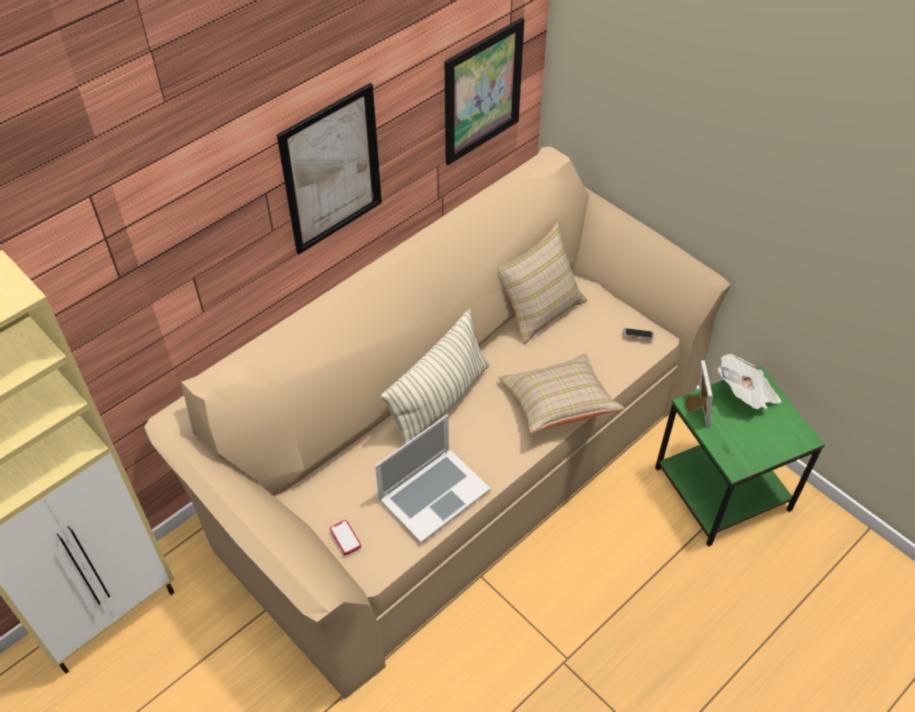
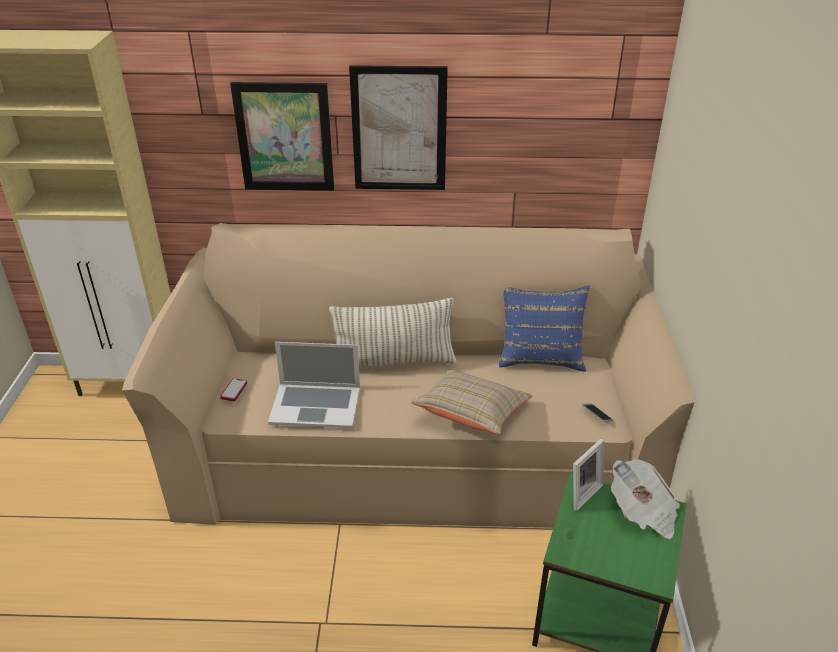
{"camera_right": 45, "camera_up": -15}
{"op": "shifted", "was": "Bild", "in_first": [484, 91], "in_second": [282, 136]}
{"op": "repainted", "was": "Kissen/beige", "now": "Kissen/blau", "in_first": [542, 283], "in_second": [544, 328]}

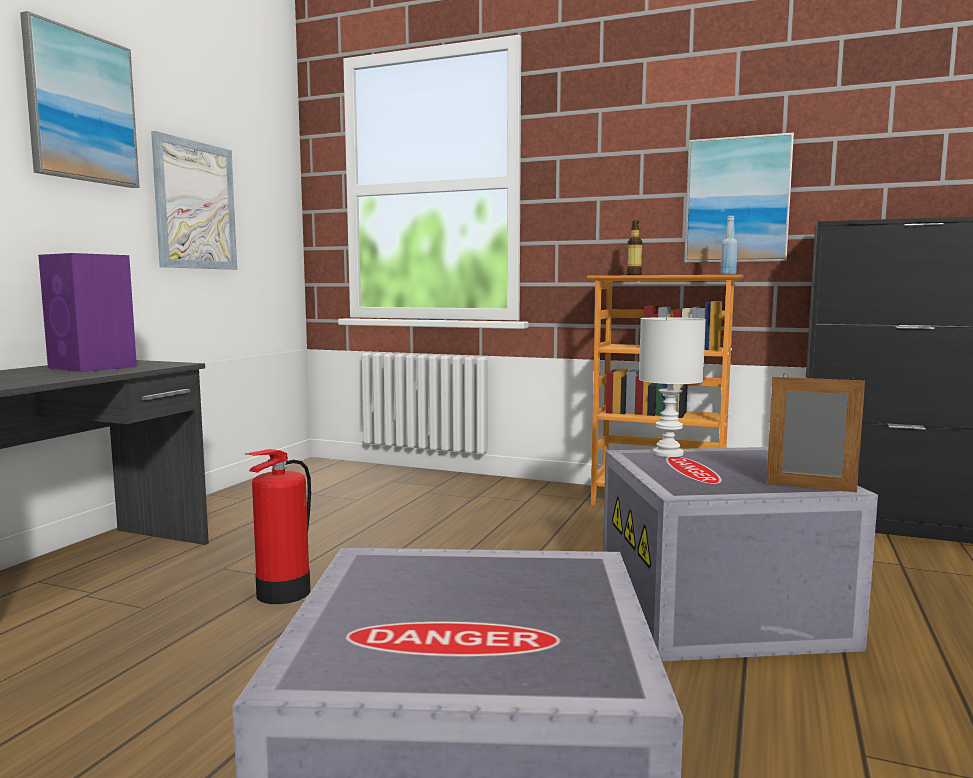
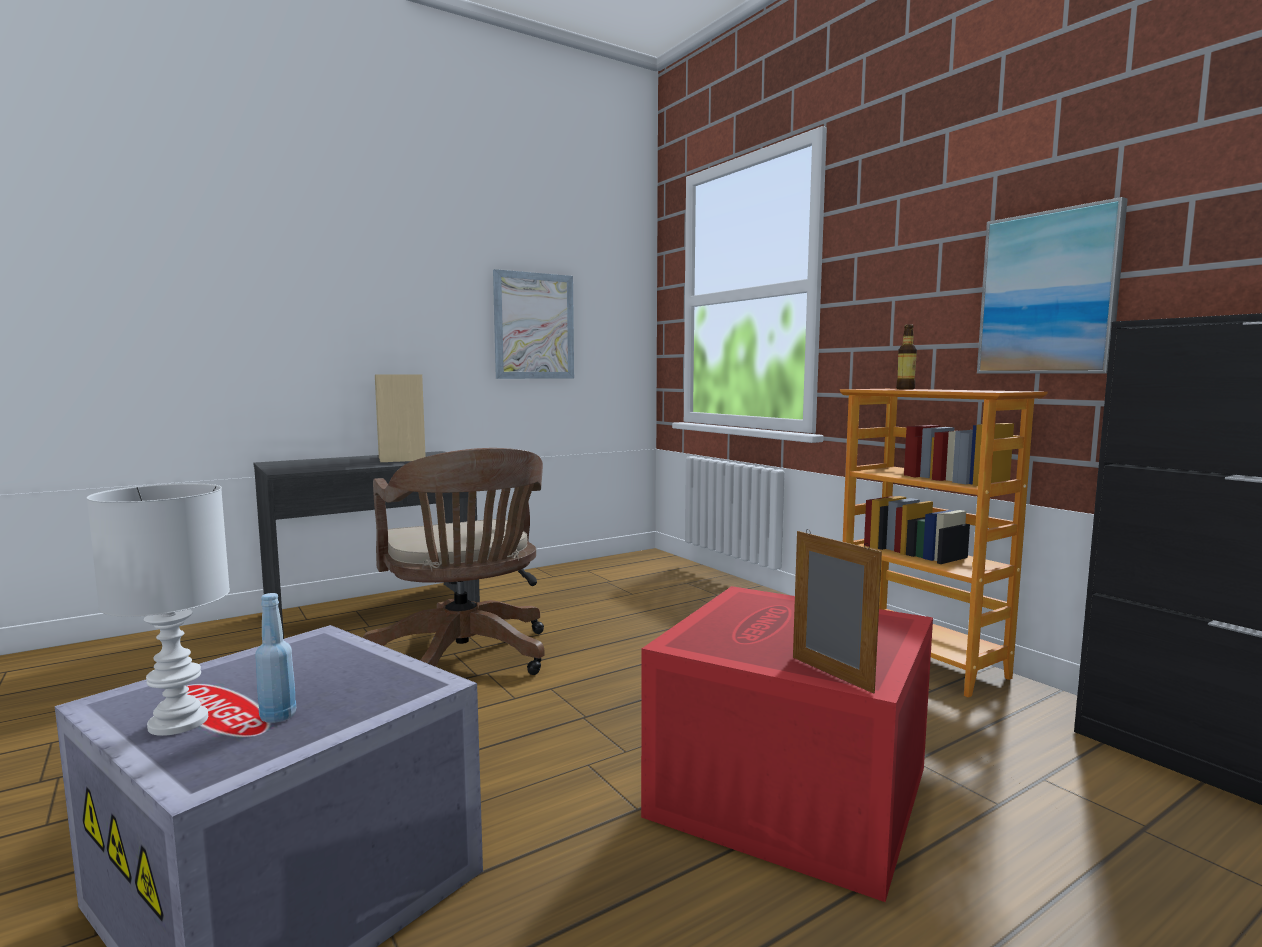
{"camera_right": 35, "camera_up": 0}
{"op": "gone", "was": "Bild", "in_first": [80, 99]}
{"op": "repainted", "was": "Lautsprecher/lila", "now": "Lautsprecher/beige", "in_first": [87, 312], "in_second": [400, 418]}
{"op": "swapped", "was": "Feuerlöscher", "now": "Bürostuhl/braun", "in_first": [278, 526], "in_second": [454, 561]}
{"op": "repainted", "was": "Aufbewahrungsbox/grau", "now": "Aufbewahrungsbox/rot", "in_first": [740, 554], "in_second": [787, 744]}
{"op": "shifted", "was": "Tischlampe/weiß", "in_first": [672, 387], "in_second": [158, 609]}
{"op": "shifted", "was": "Flasche/blau", "in_first": [729, 245], "in_second": [275, 658]}

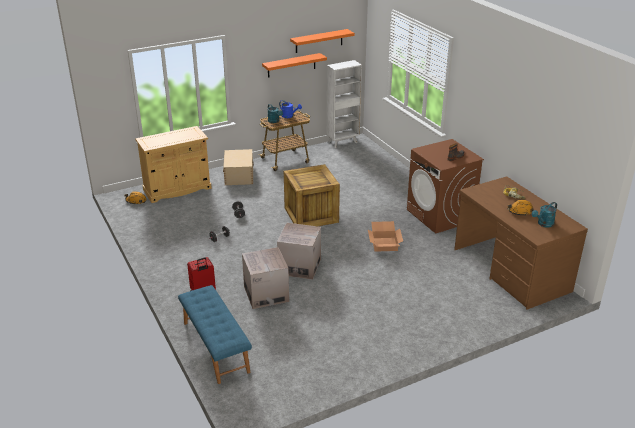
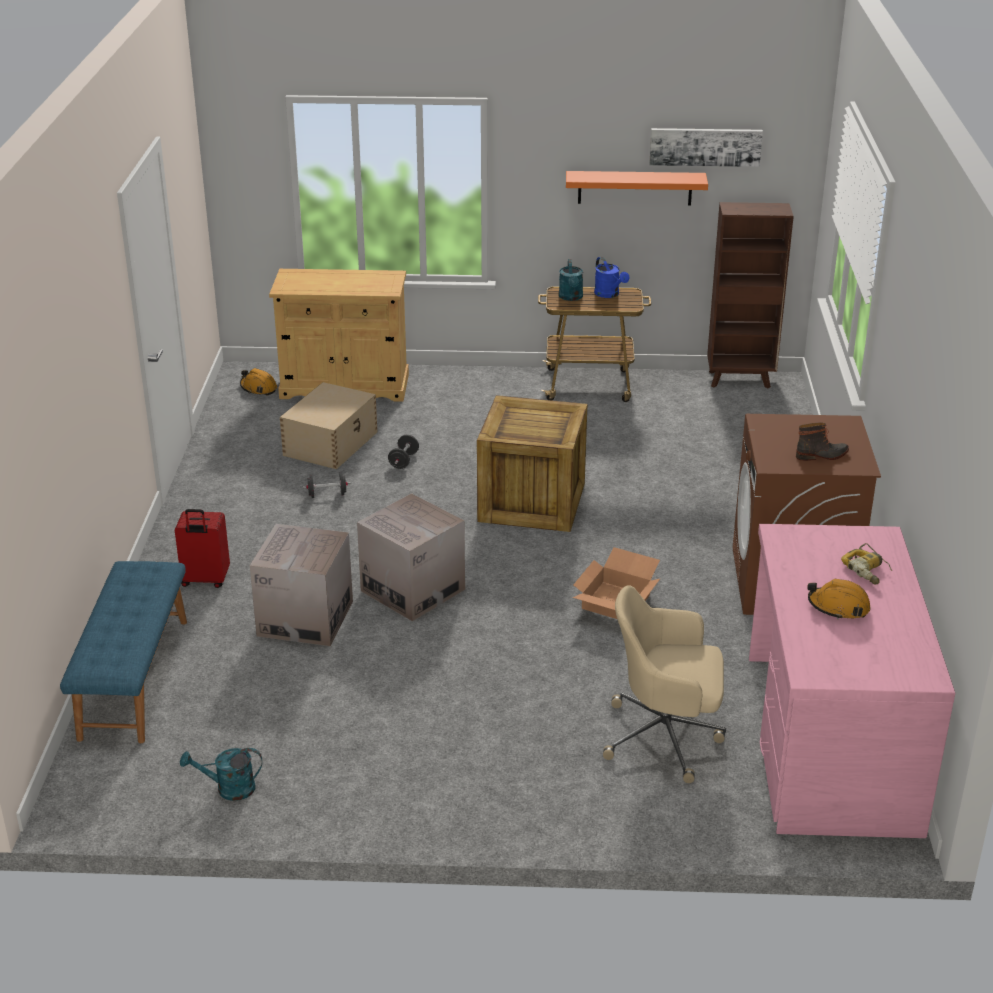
{"camera_right": 30, "camera_up": 0}
{"op": "shifted", "was": "Aufbewahrungsbox/beige", "in_first": [238, 167], "in_second": [329, 425]}
{"op": "swapped", "was": "Wandregal/orange", "now": "Bild", "in_first": [322, 41], "in_second": [706, 147]}
{"op": "repainted", "was": "Bücherregal/weiß", "now": "Bücherregal/braun", "in_first": [344, 104], "in_second": [750, 295]}
{"op": "repainted", "was": "Schreibtisch/braun", "now": "Schreibtisch/rosa", "in_first": [521, 243], "in_second": [852, 681]}
{"op": "shifted", "was": "Gießkanne/türkis", "in_first": [544, 215], "in_second": [221, 774]}
{"op": "new", "now": "Bürostuhl/beige", "in_second": [664, 684]}

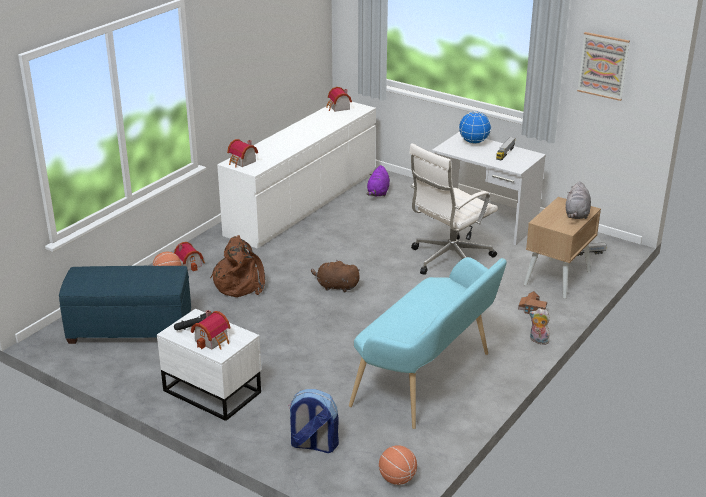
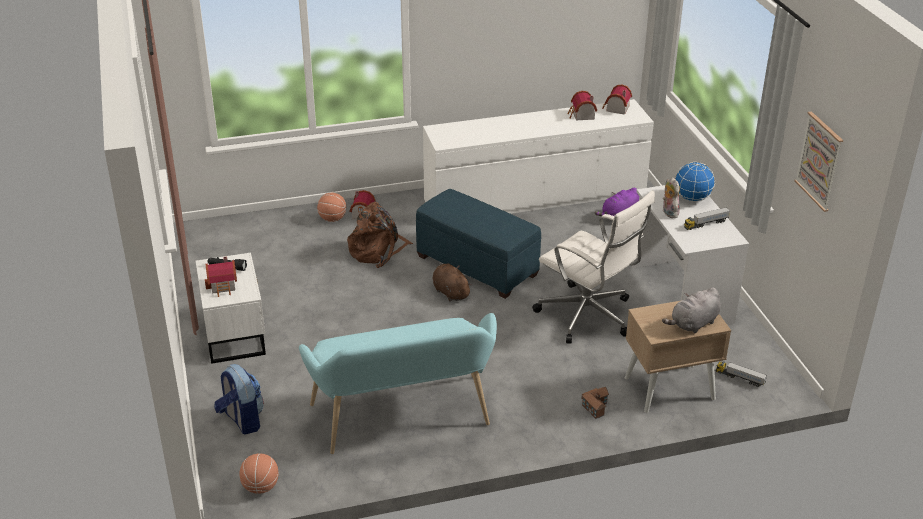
{"camera_right": 40, "camera_up": 5}
{"op": "shifted", "was": "Polsterhocker/blau", "in_first": [125, 305], "in_second": [479, 244]}
{"op": "shifted", "was": "Spielzeughaus", "in_first": [242, 153], "in_second": [582, 105]}
{"op": "rotated", "was": "Bürostuhl/weiß", "in_first": [453, 209], "in_second": [593, 267], "clockwise": -135}
{"op": "shifted", "was": "Plüschtier", "in_first": [539, 326], "in_second": [671, 197]}

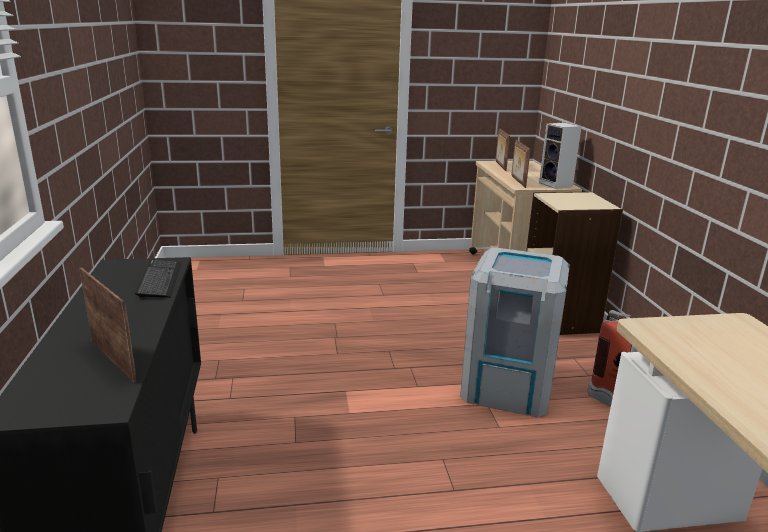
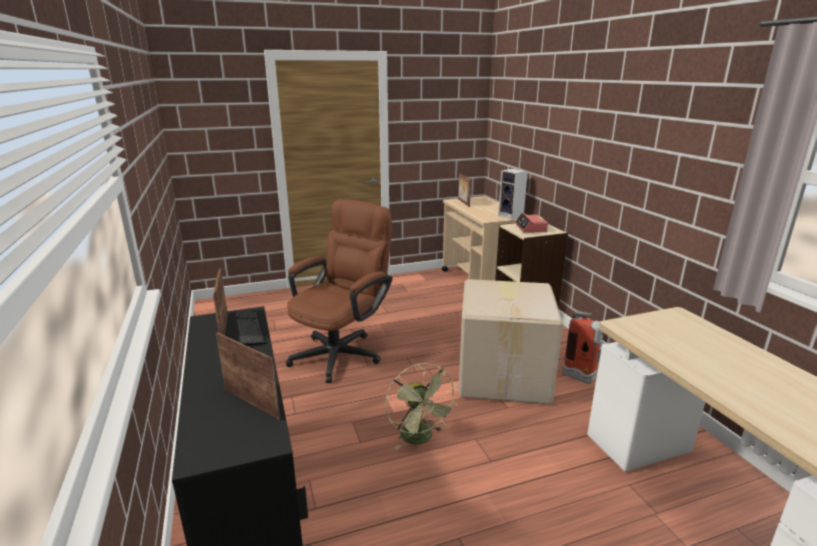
{"camera_right": -10, "camera_up": 0}
{"op": "swapped", "was": "Mülleimer/grau", "now": "Karton", "in_first": [515, 332], "in_second": [510, 341]}
{"op": "shifted", "was": "Bilderrahmen", "in_first": [521, 164], "in_second": [220, 301]}
{"op": "new", "now": "Bürostuhl/braun", "in_second": [339, 291]}
{"op": "new", "now": "Ventilator/grün", "in_second": [421, 406]}
{"op": "new", "now": "Wecker", "in_second": [531, 223]}

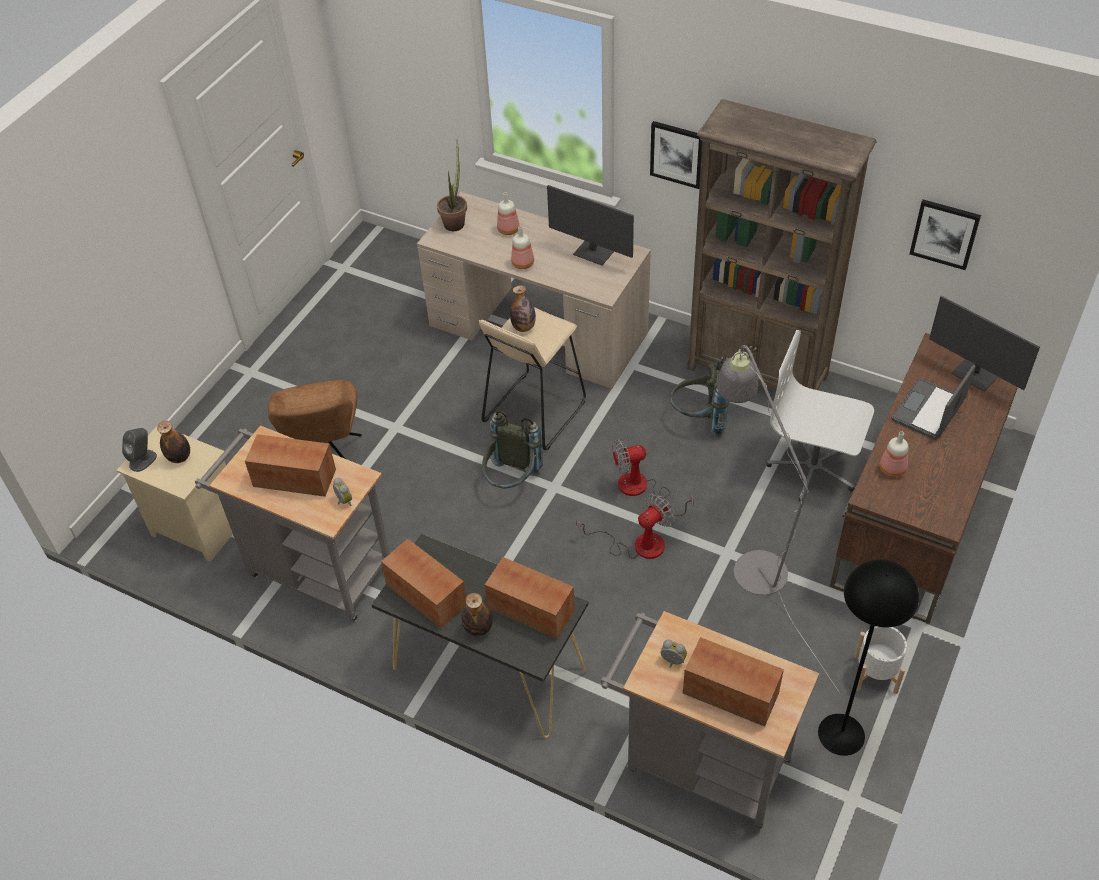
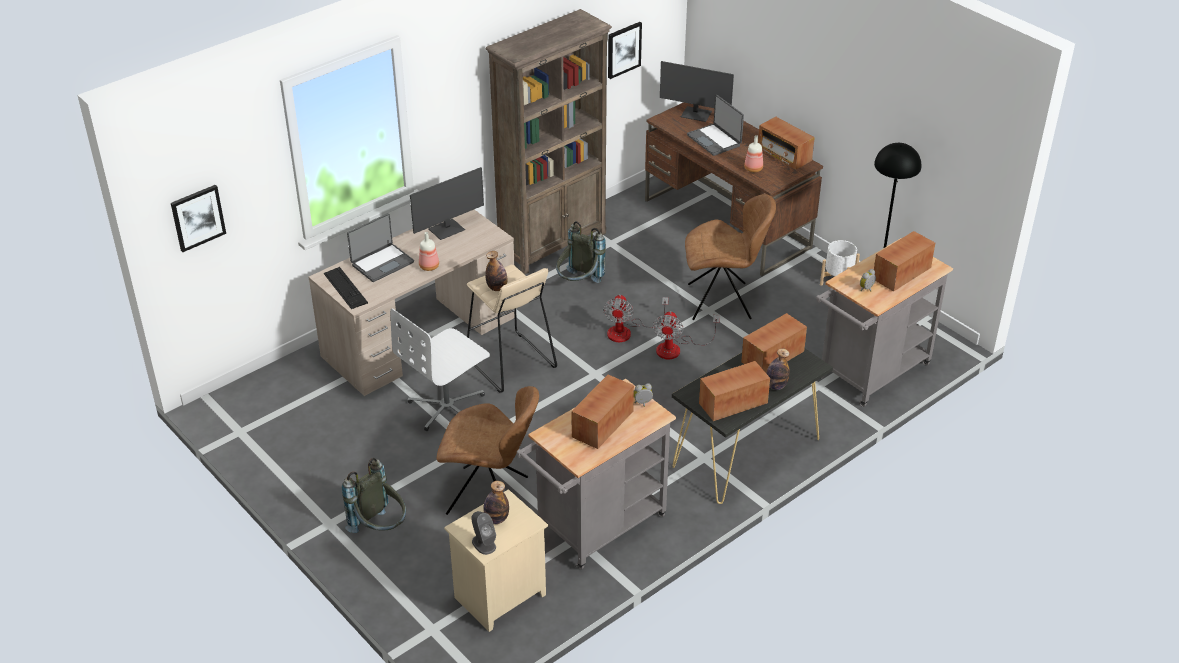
{"camera_right": -70, "camera_up": -10}
{"op": "swapped", "was": "Topfpflanze", "now": "Tastatur", "in_first": [452, 186], "in_second": [346, 288]}
{"op": "shifted", "was": "Rucksack/grau", "in_first": [512, 450], "in_second": [374, 495]}
{"op": "swapped", "was": "Flasche", "now": "Laptop", "in_first": [508, 213], "in_second": [380, 247]}
{"op": "rotated", "was": "Ventilator", "in_first": [625, 526], "in_second": [686, 335], "clockwise": -150}
{"op": "shifted", "was": "Bild", "in_first": [676, 155], "in_second": [198, 218]}
{"op": "swapped", "was": "Stehlampe/grau", "now": "Stuhl/braun", "in_first": [778, 519], "in_second": [730, 257]}
{"op": "shifted", "was": "Bürostuhl/weiß", "in_first": [820, 415], "in_second": [440, 369]}
{"op": "rotated", "was": "Monitor", "in_first": [984, 343], "in_second": [697, 91], "clockwise": 45}
{"op": "new", "now": "Radio", "in_second": [786, 143]}

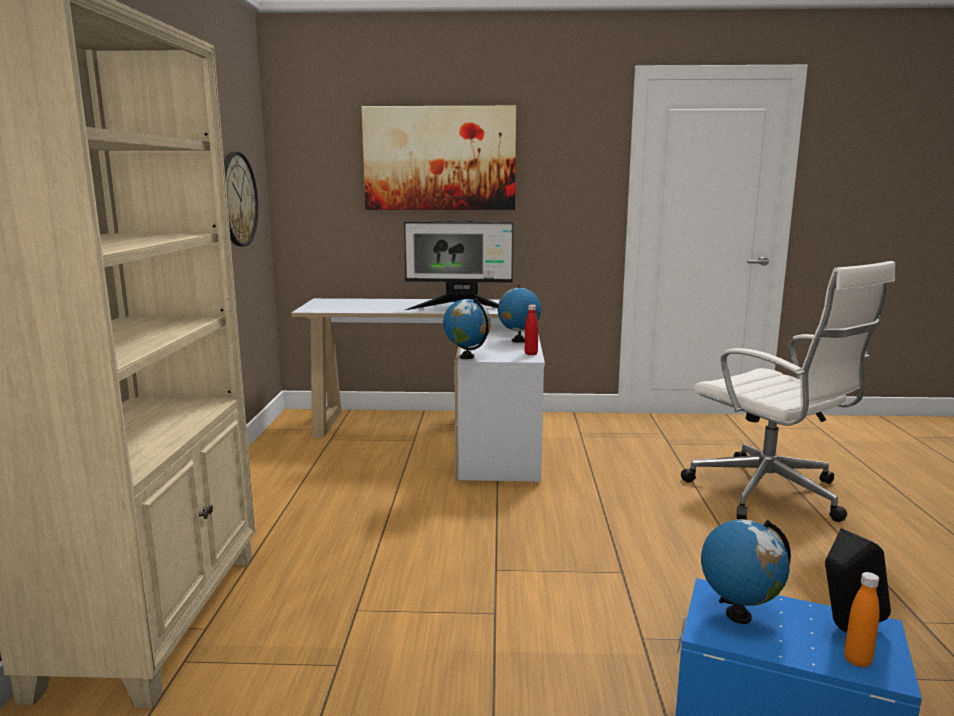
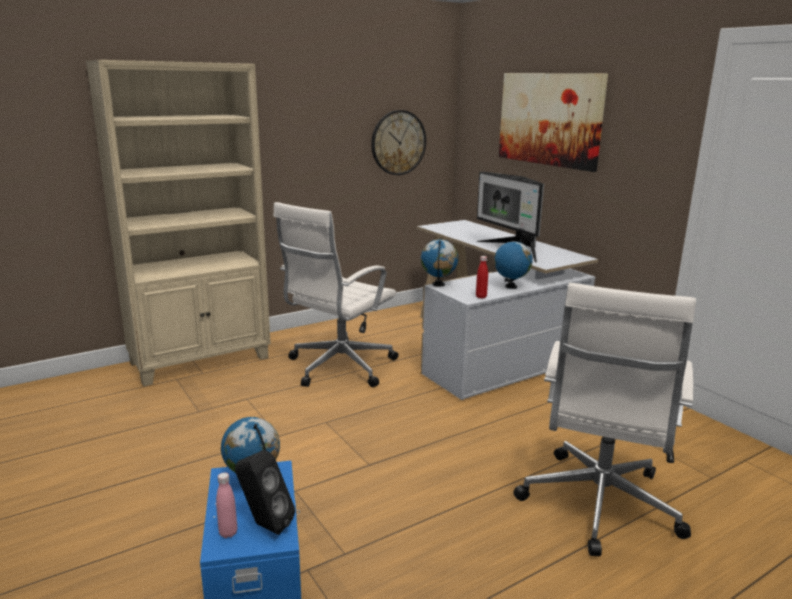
{"camera_right": 55, "camera_up": 5}
{"op": "repainted", "was": "Flasche/orange", "now": "Flasche/rosa", "in_first": [862, 620], "in_second": [226, 505]}
{"op": "new", "now": "Bürostuhl/weiß", "in_second": [336, 294]}

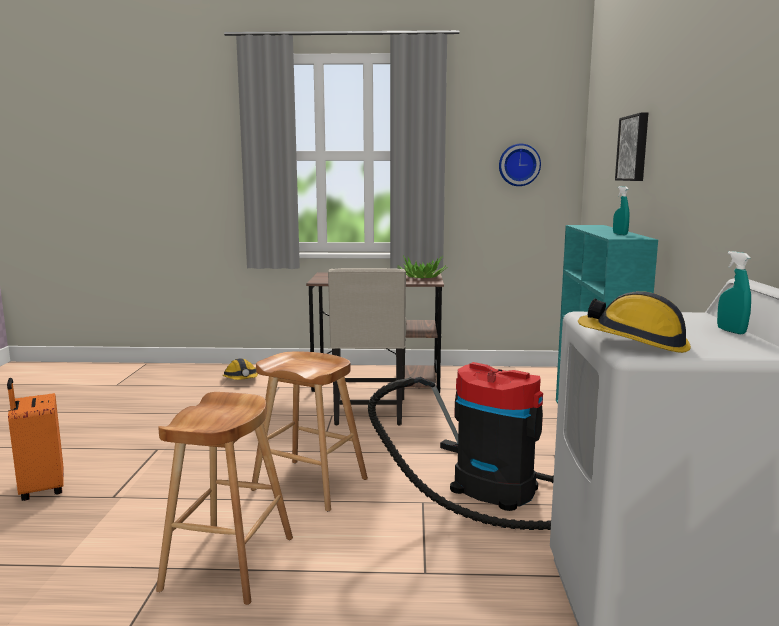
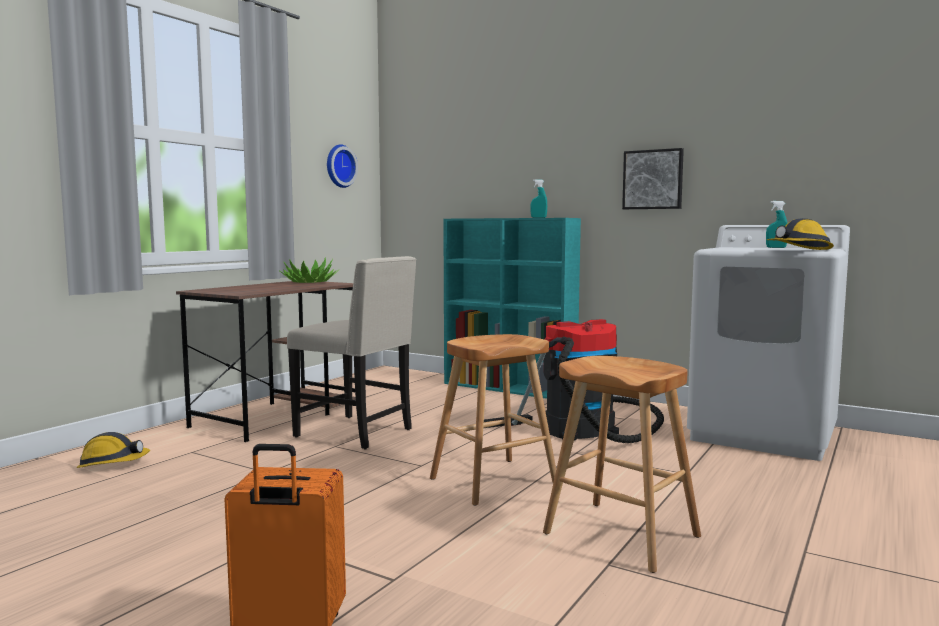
{"camera_right": -60, "camera_up": -5}
{"op": "shifted", "was": "Bild", "in_first": [631, 146], "in_second": [653, 178]}

